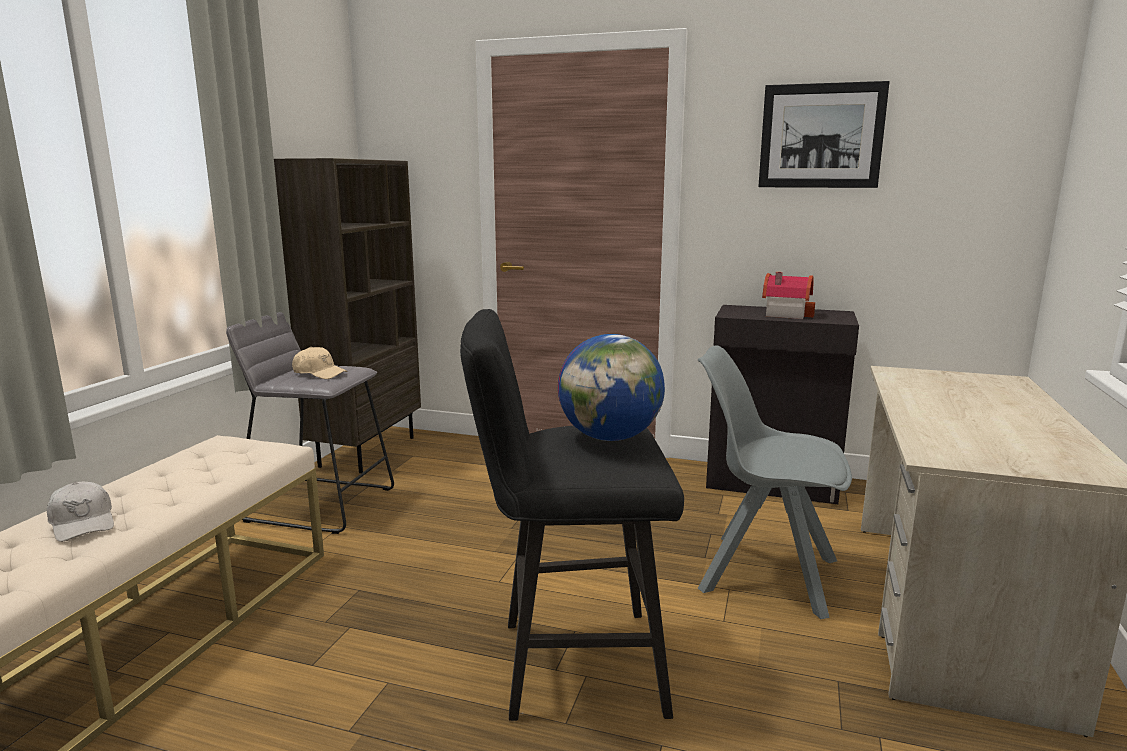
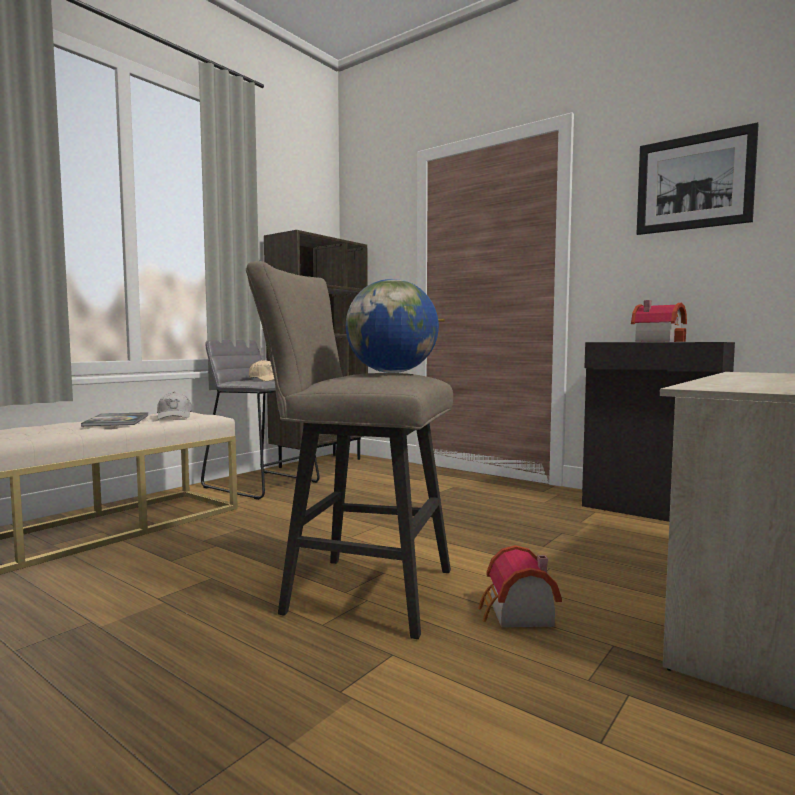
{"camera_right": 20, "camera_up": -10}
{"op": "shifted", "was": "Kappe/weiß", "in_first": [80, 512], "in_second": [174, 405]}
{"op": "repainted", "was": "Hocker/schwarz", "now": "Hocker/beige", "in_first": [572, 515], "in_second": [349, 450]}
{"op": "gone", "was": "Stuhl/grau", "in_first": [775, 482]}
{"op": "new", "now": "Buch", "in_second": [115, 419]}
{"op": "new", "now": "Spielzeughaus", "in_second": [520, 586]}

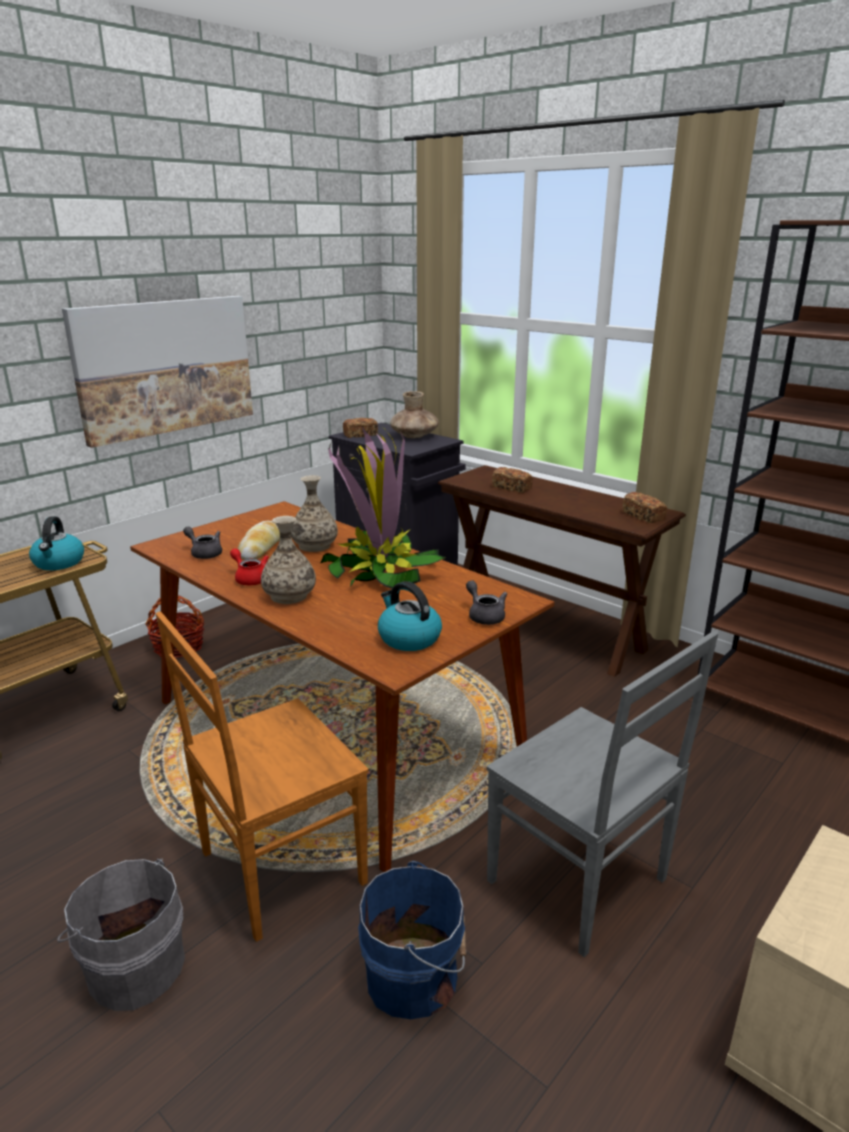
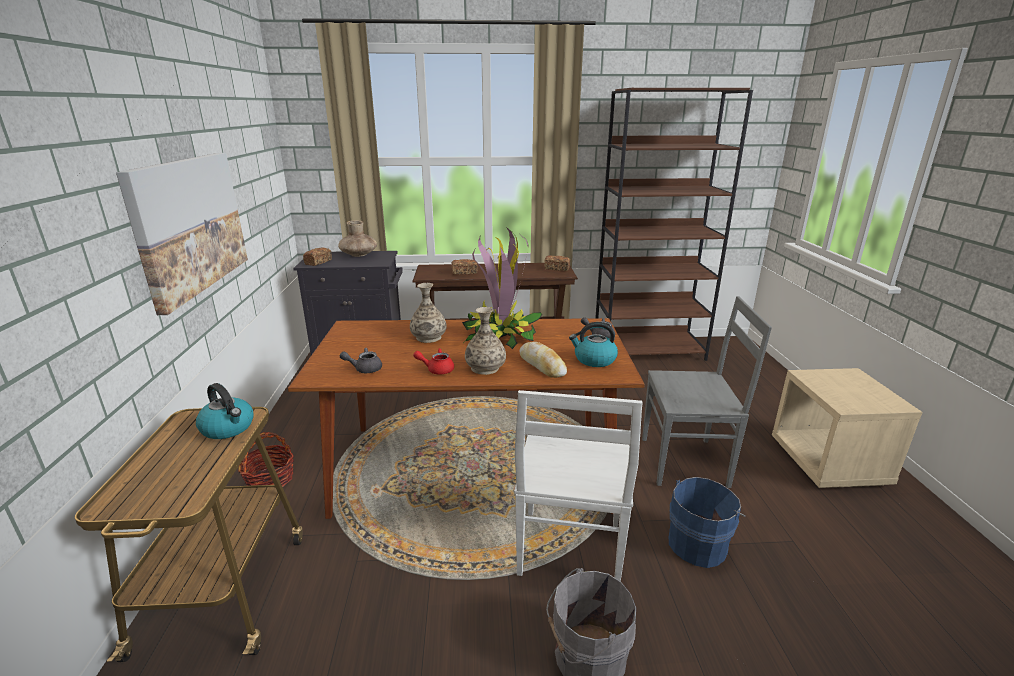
{"camera_right": -45, "camera_up": 0}
{"op": "repainted", "was": "Stuhl/braun", "now": "Stuhl/weiß", "in_first": [262, 777], "in_second": [578, 486]}
{"op": "shifted", "was": "Brot", "in_first": [259, 540], "in_second": [543, 360]}

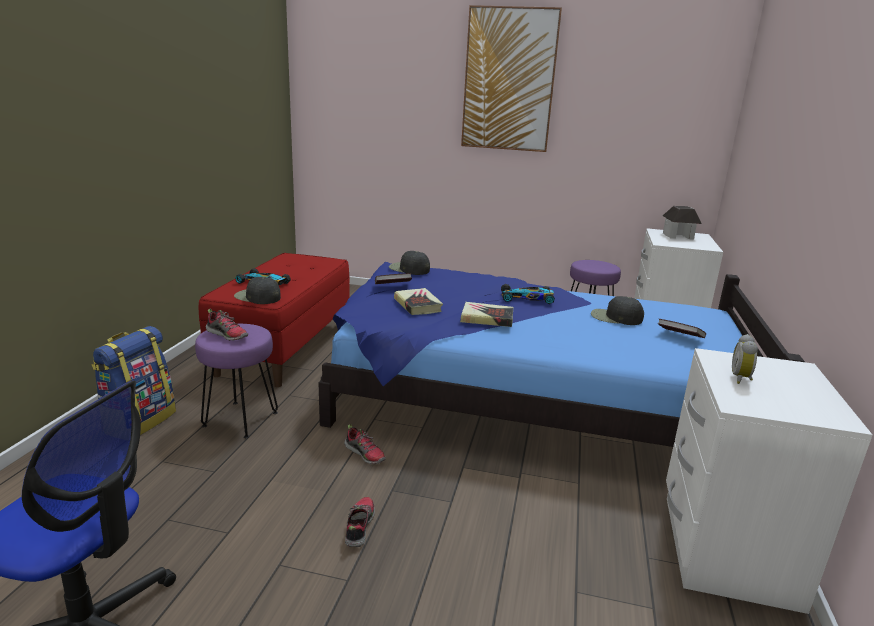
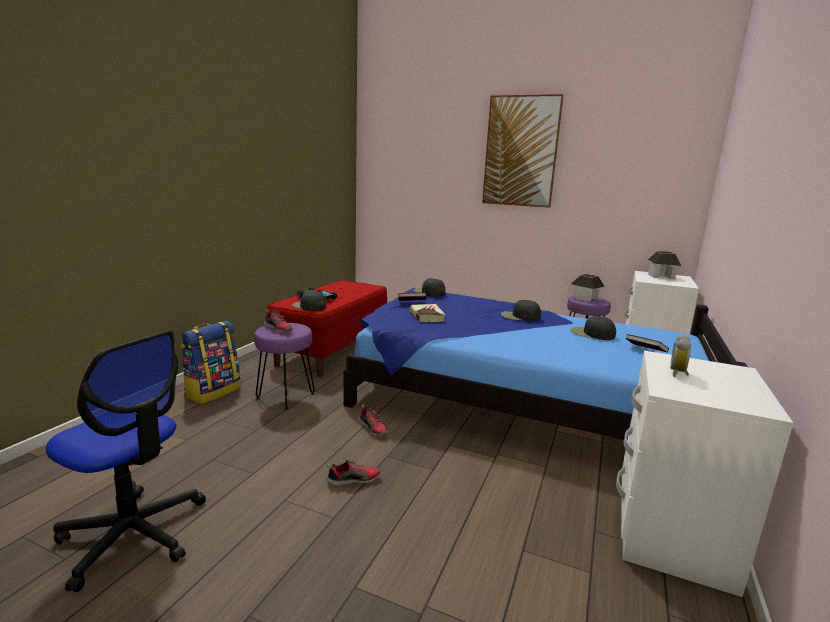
{"camera_right": 10, "camera_up": -5}
{"op": "rotated", "was": "Schuh", "in_first": [360, 522], "in_second": [354, 472], "clockwise": 60}
{"op": "gone", "was": "Buch", "in_first": [486, 314]}
{"op": "swapped", "was": "Spielzeugauto", "now": "Kappe/schwarz", "in_first": [528, 294], "in_second": [521, 310]}
{"op": "new", "now": "Spielzeughaus", "in_second": [588, 287]}

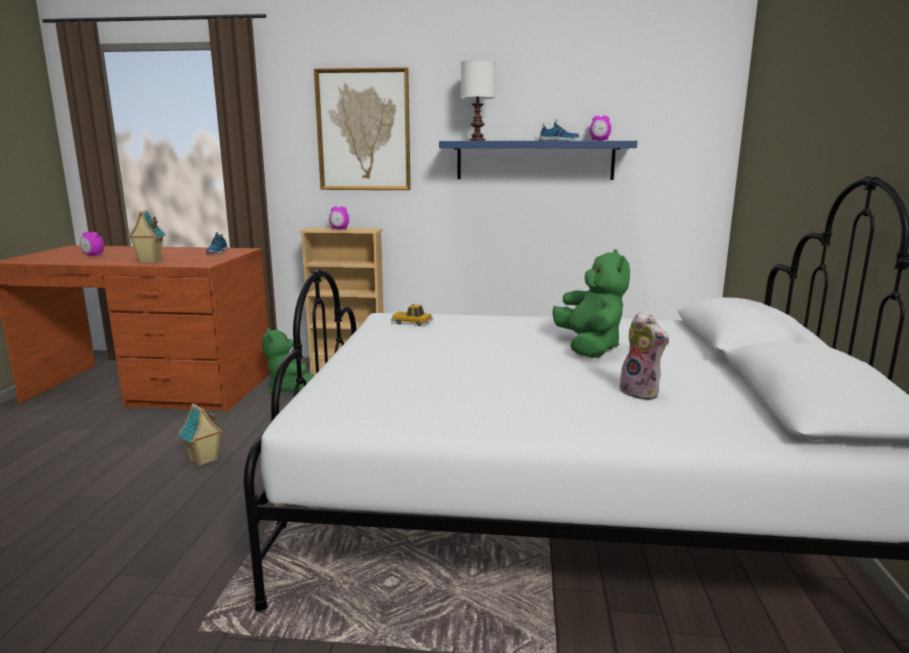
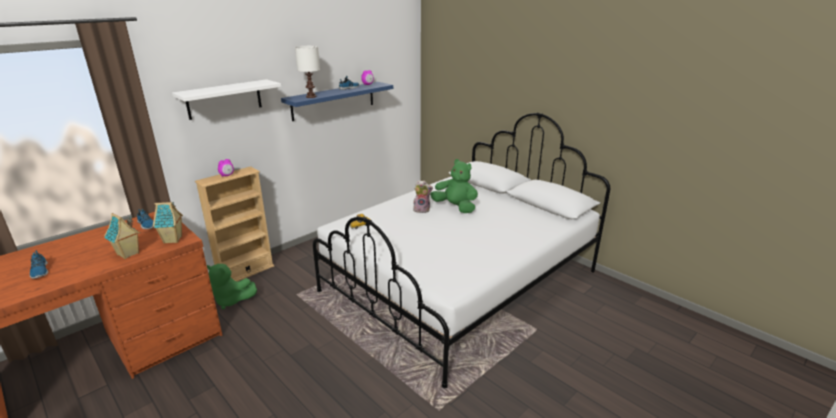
{"camera_right": -50, "camera_up": 10}
{"op": "swapped", "was": "Wecker", "now": "Schuh", "in_first": [92, 244], "in_second": [39, 264]}
{"op": "shifted", "was": "Spielzeughaus", "in_first": [201, 434], "in_second": [168, 223]}
{"op": "swapped", "was": "Bild", "now": "Wandregal/weiß", "in_first": [362, 128], "in_second": [226, 99]}
{"op": "shifted", "was": "Plüschtier", "in_first": [644, 356], "in_second": [423, 196]}

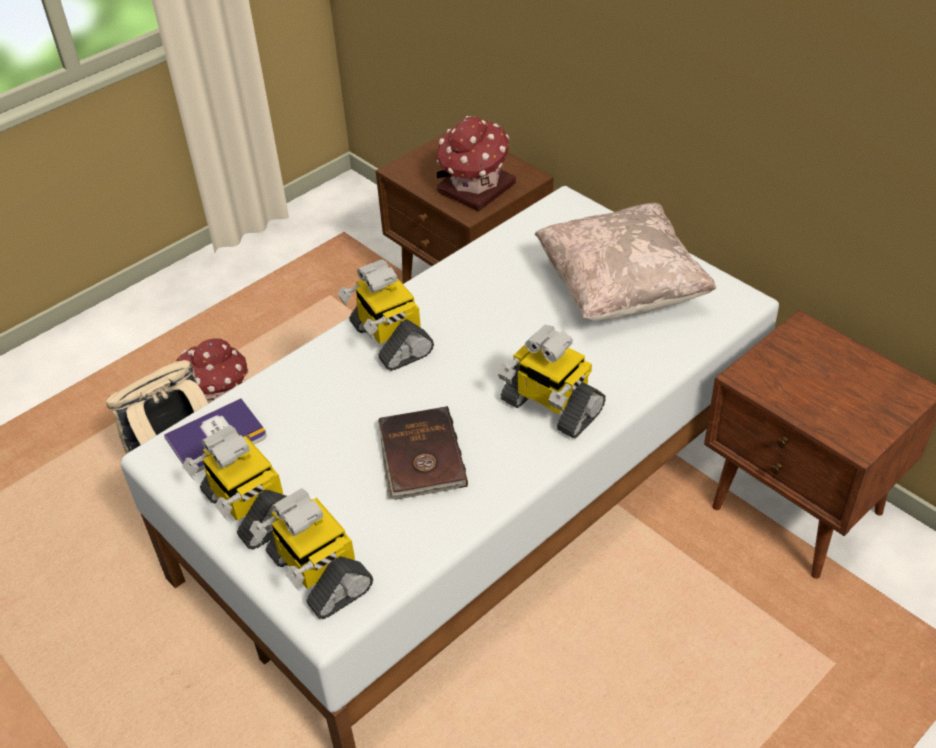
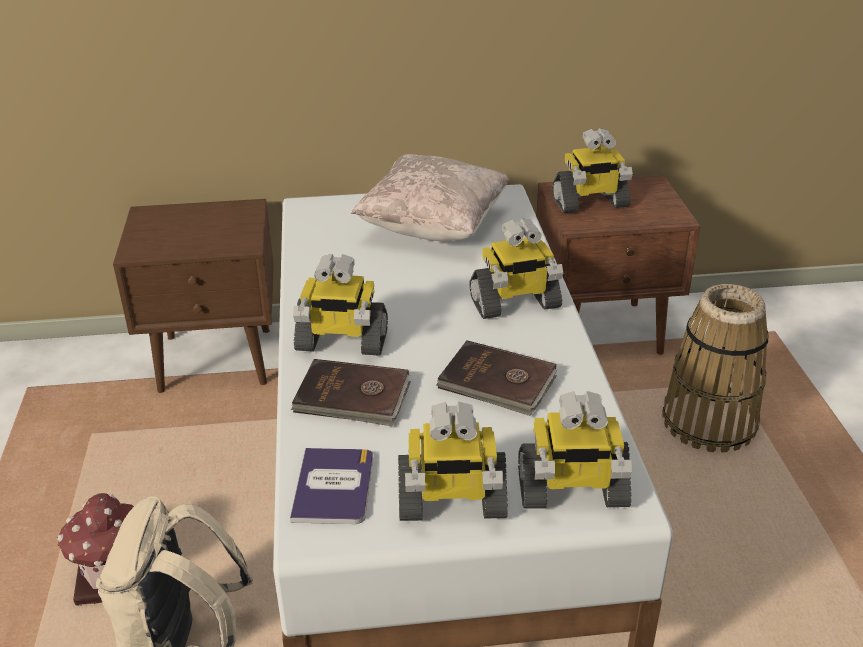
{"camera_right": -55, "camera_up": -10}
{"op": "gone", "was": "Spielzeughaus", "in_first": [476, 163]}
{"op": "new", "now": "Buch/braun", "in_second": [351, 392]}
{"op": "new", "now": "Spielzeugroboter", "in_second": [592, 170]}
{"op": "new", "now": "Korb", "in_second": [715, 368]}

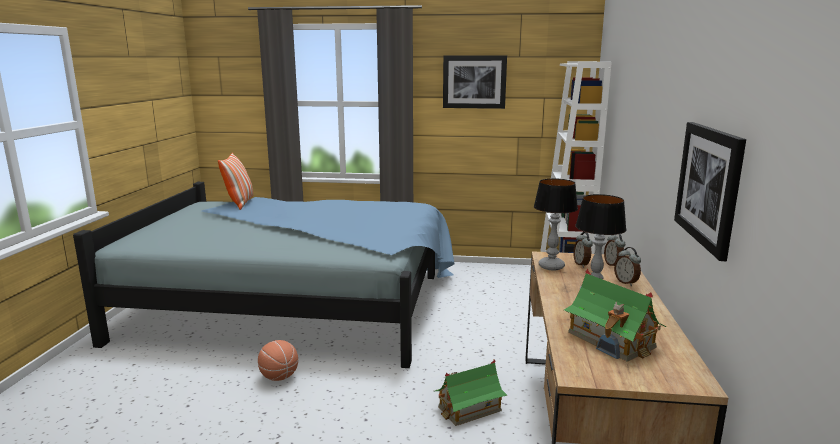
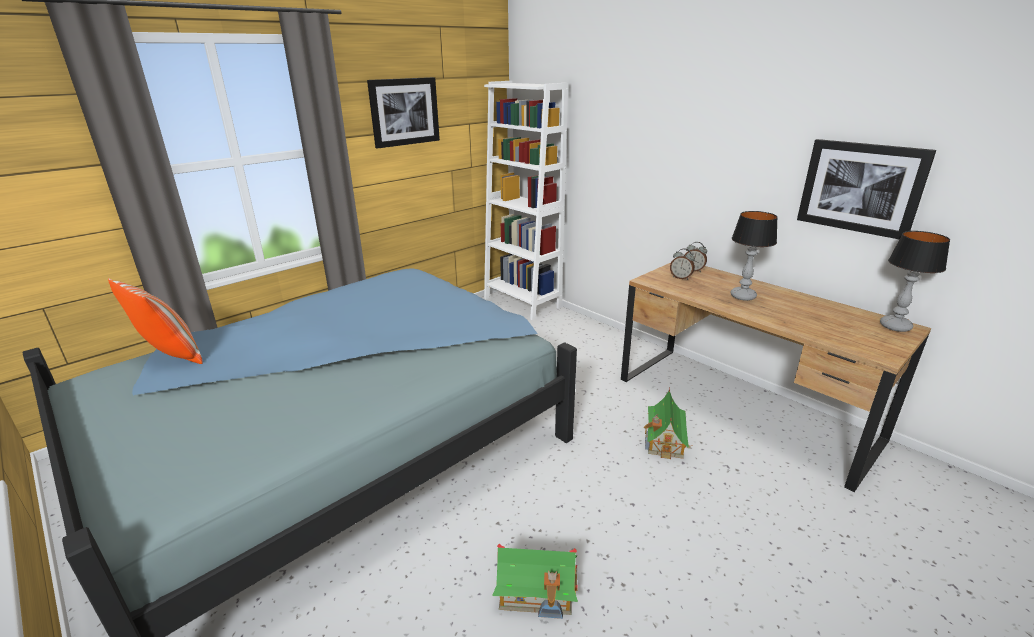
{"camera_right": -50, "camera_up": 10}
{"op": "gone", "was": "Basketball", "in_first": [278, 360]}
{"op": "shifted", "was": "Tischlampe", "in_first": [556, 224], "in_second": [915, 281]}
{"op": "shifted", "was": "Spielzeughaus", "in_first": [615, 315], "in_second": [535, 581]}
{"op": "gone", "was": "Wecker", "in_first": [627, 266]}

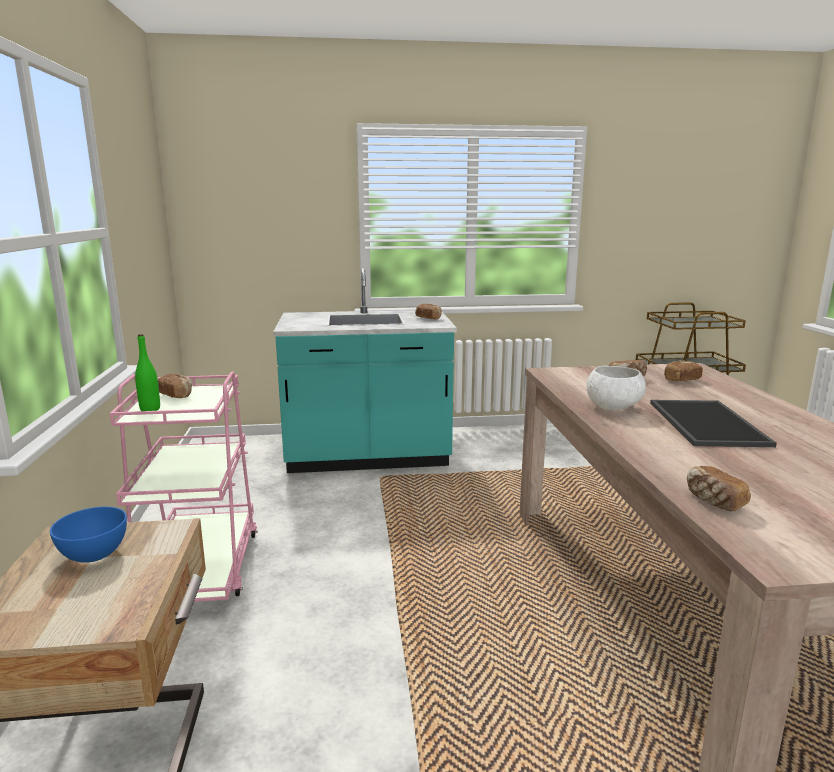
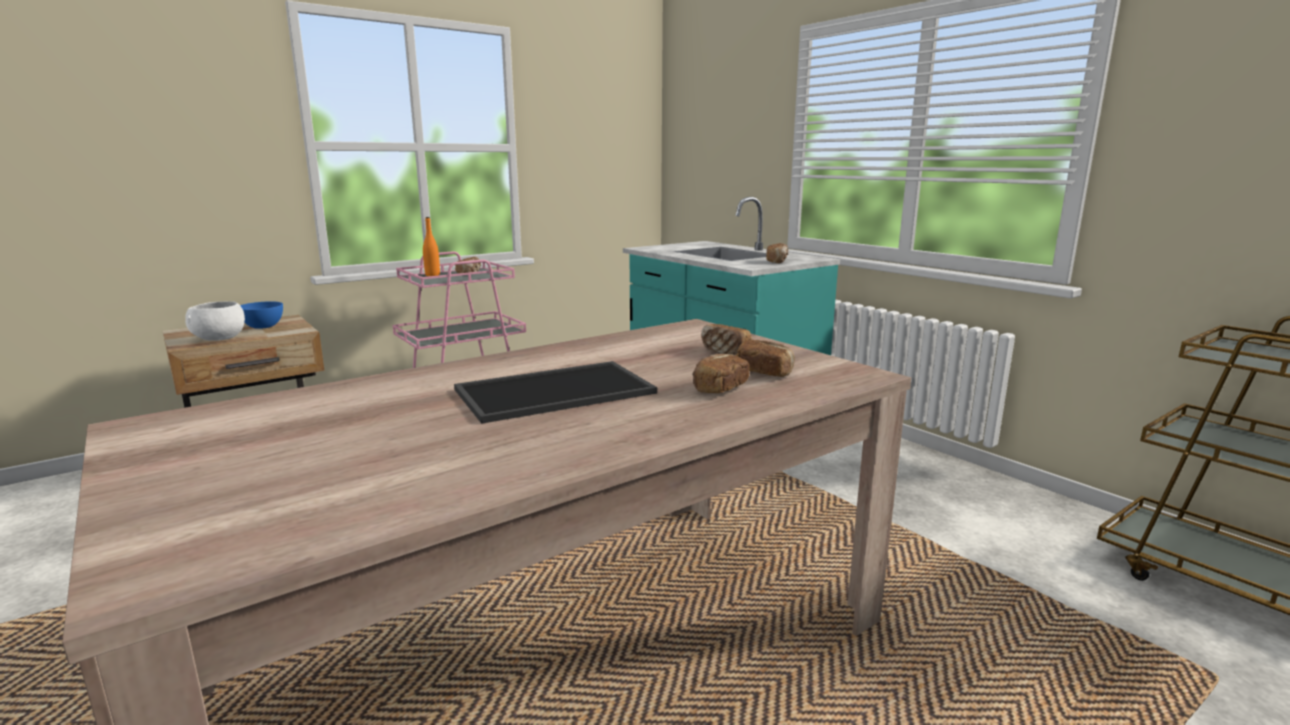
{"camera_right": 60, "camera_up": 0}
{"op": "repainted", "was": "Flasche/grün", "now": "Flasche/orange", "in_first": [147, 372], "in_second": [431, 246]}
{"op": "shifted", "was": "Schüssel/weiß", "in_first": [616, 388], "in_second": [215, 321]}
{"op": "shifted", "was": "Brot", "in_first": [719, 489], "in_second": [720, 373]}

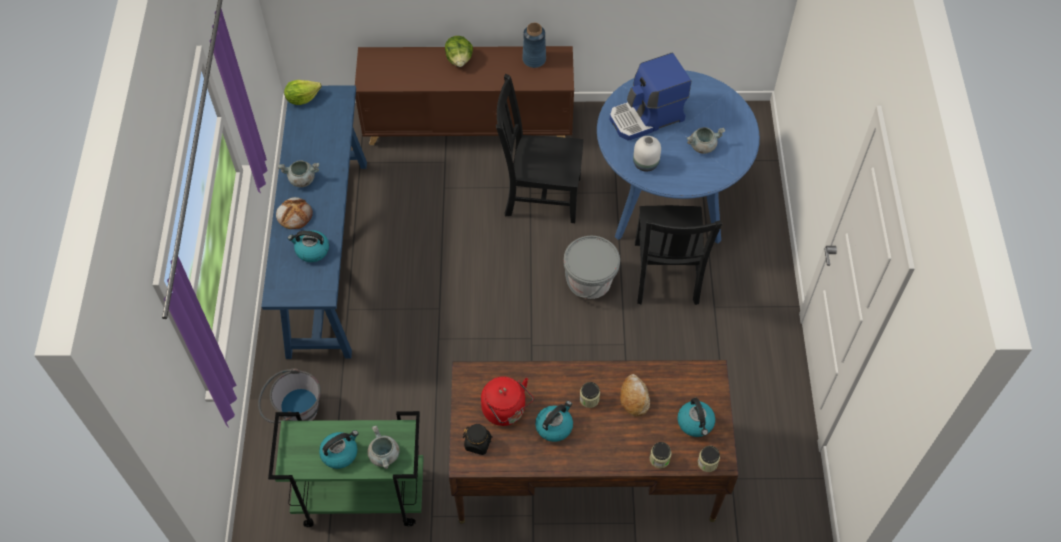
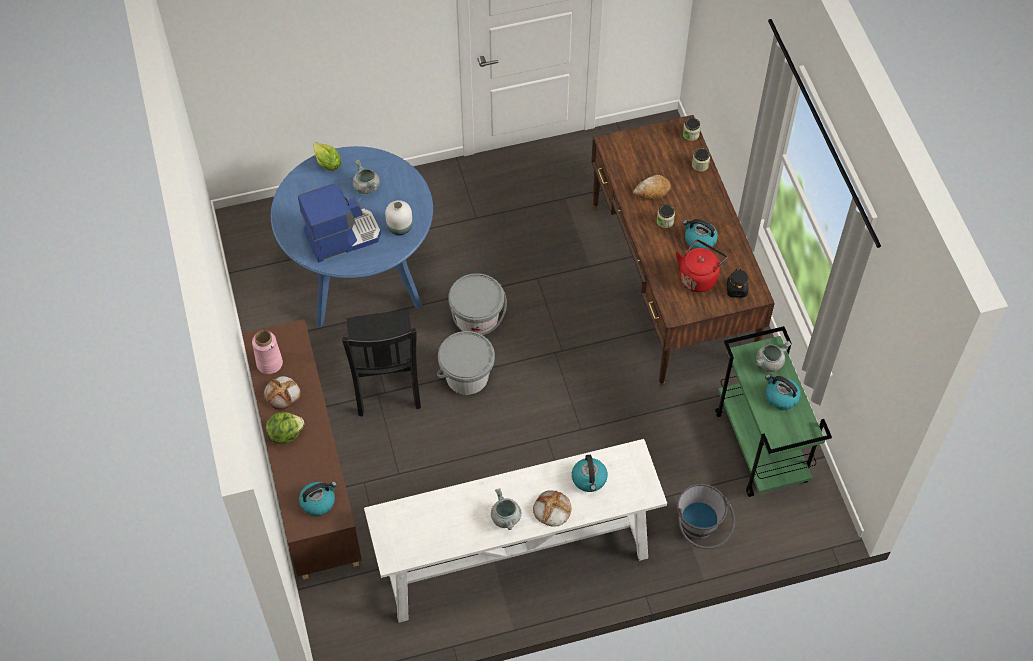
{"camera_right": -105, "camera_up": 0}
{"op": "repainted", "was": "Konsolentisch/blau", "now": "Konsolentisch/weiß", "in_first": [314, 222], "in_second": [515, 531]}
{"op": "shifted", "was": "Salatkopf", "in_first": [303, 92], "in_second": [327, 157]}
{"op": "repainted", "was": "Vase/blau", "now": "Vase/rosa", "in_first": [534, 45], "in_second": [267, 352]}
{"op": "rotated", "was": "Kaffeemaschine", "in_first": [650, 97], "in_second": [339, 223], "clockwise": -75}
{"op": "gone", "was": "Stuhl/schwarz", "in_first": [678, 255]}
{"op": "shifted", "was": "Wasserkessel", "in_first": [696, 417], "in_second": [318, 498]}
{"op": "new", "now": "Brot", "in_second": [282, 392]}
{"op": "new", "now": "Eimer/grau", "in_second": [466, 363]}

